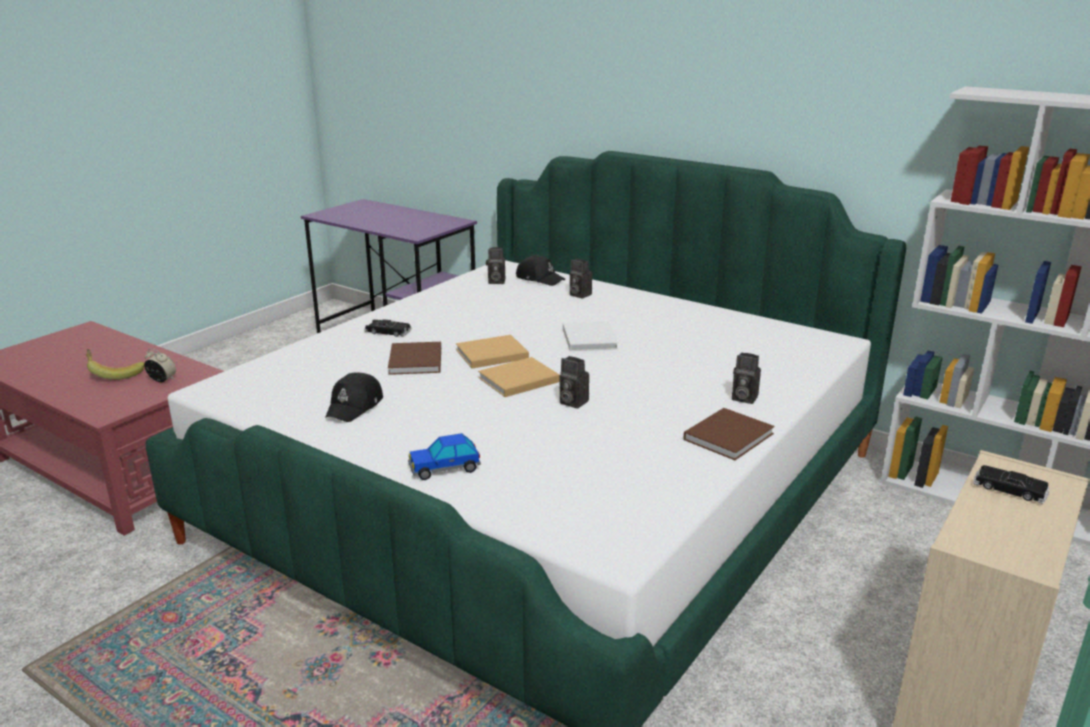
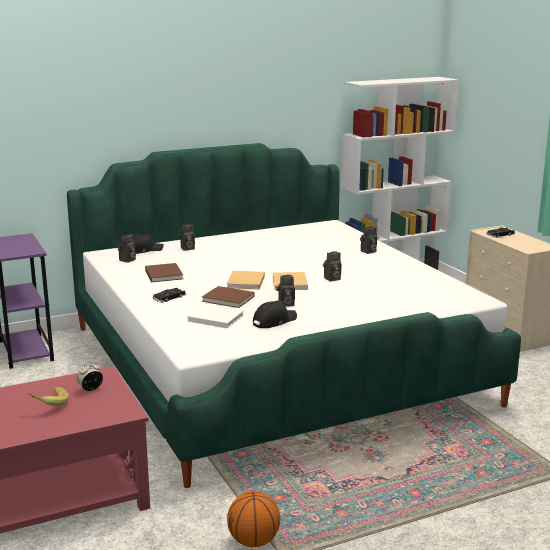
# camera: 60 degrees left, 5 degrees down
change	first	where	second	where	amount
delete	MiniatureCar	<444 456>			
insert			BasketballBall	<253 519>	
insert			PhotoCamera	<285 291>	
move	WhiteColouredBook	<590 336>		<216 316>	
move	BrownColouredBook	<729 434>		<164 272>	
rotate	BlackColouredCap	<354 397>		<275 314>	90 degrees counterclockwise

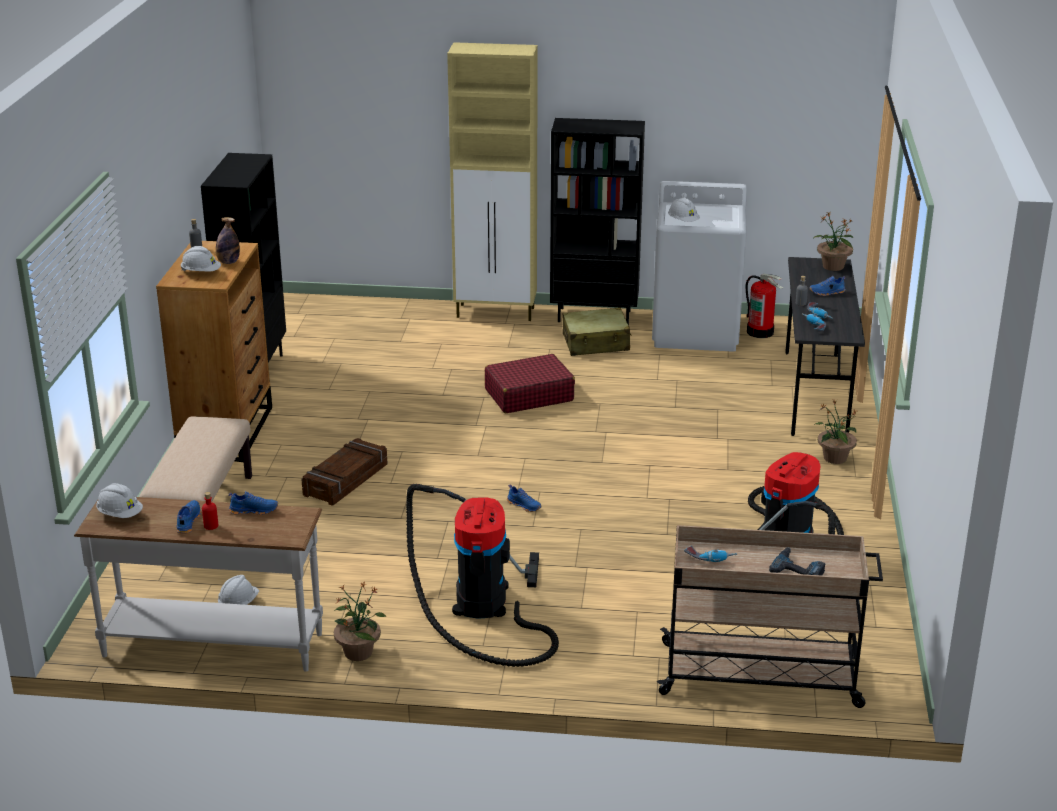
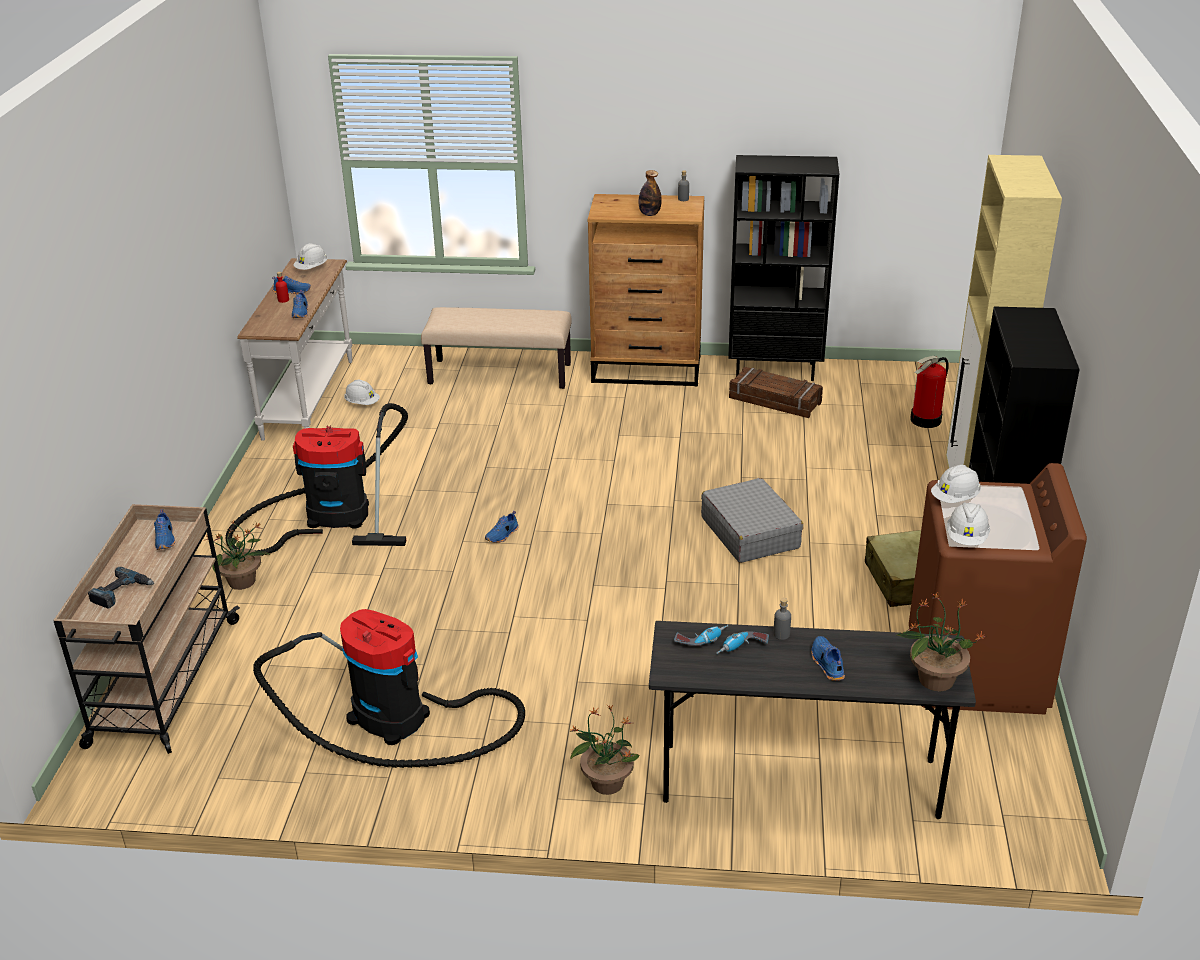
# camera: 90 degrees right, 5 degrees up
change	first	where	second	where	amount
move	WhiteColouredSafetyHelmet	<201 259>		<968 524>	
move	ShippingCrate	<344 472>		<776 392>	
move	Houseplant	<360 621>		<237 555>	
move	Extinguisher	<764 306>		<929 392>	
replace	PowerDrill	<710 554>	BlueItemOfFootwear	<165 529>	
recolor	ReddishSuitcase	<530 383>	GreySuitcase	<752 520>	
recolor	WhiteColouredLaundryMachine	<699 266>	BrownColouredLaundryMachine	<998 589>	

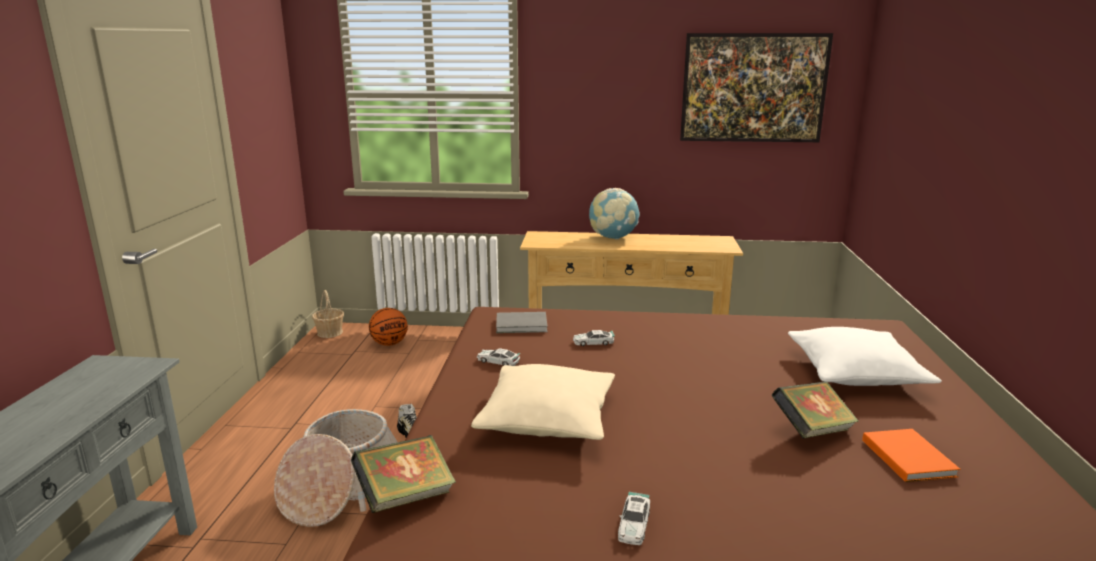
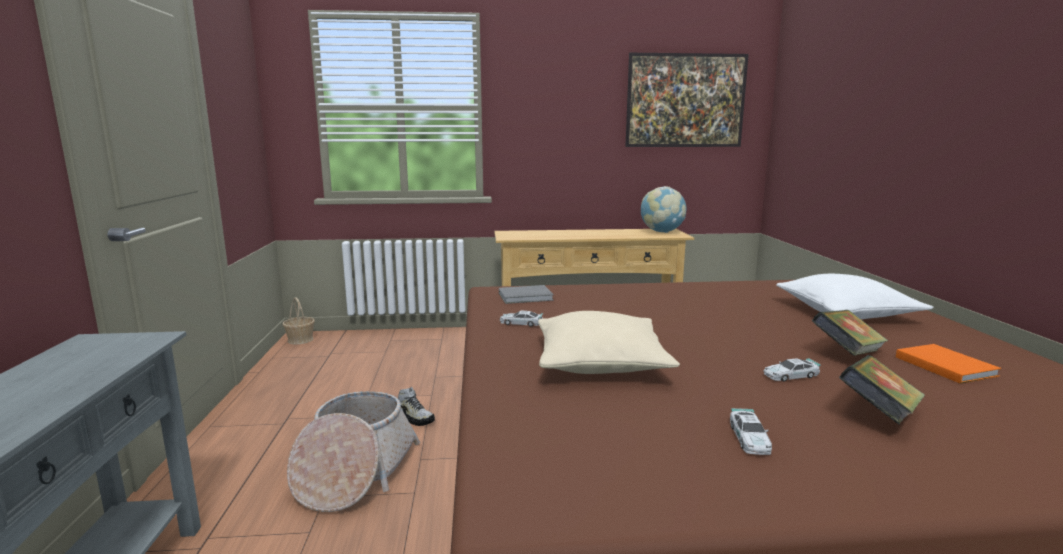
# camera: 10 degrees left, 5 degrees down
change	first	where	second	where	amount
delete	BasketballBall	<388 327>			
move	Book	<403 474>		<882 390>	
move	MiniatureCar	<594 338>		<792 370>	
move	WorldGlobe	<614 213>		<664 209>	

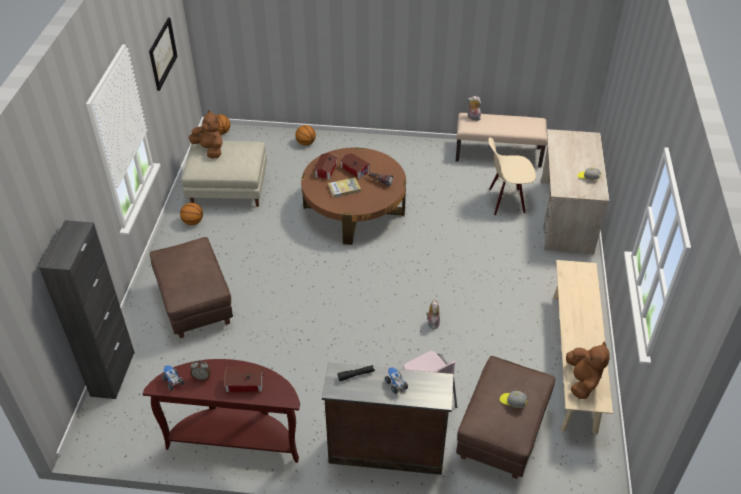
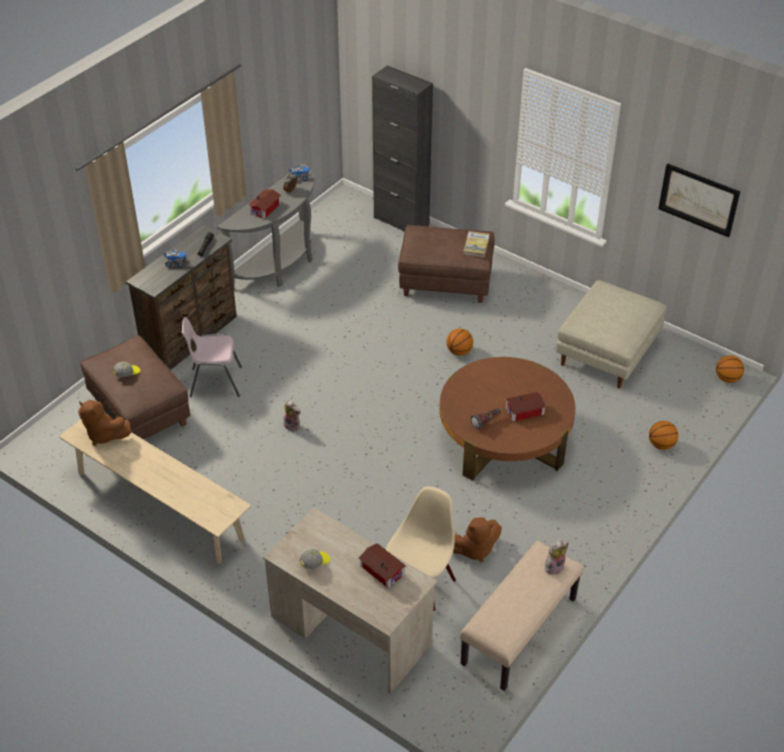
# camera: 120 degrees right, 0 degrees up
change	first	where	second	where	amount
move	BasketballBall	<191 214>		<459 342>	
move	BrownColouredSoftToy	<205 134>		<477 539>	
move	ToyHouse	<325 166>		<382 565>	
move	Book	<344 187>		<476 244>	
recolor	BrownColouredNarrowTable	<221 411>	GreyNarrowTable	<265 225>	

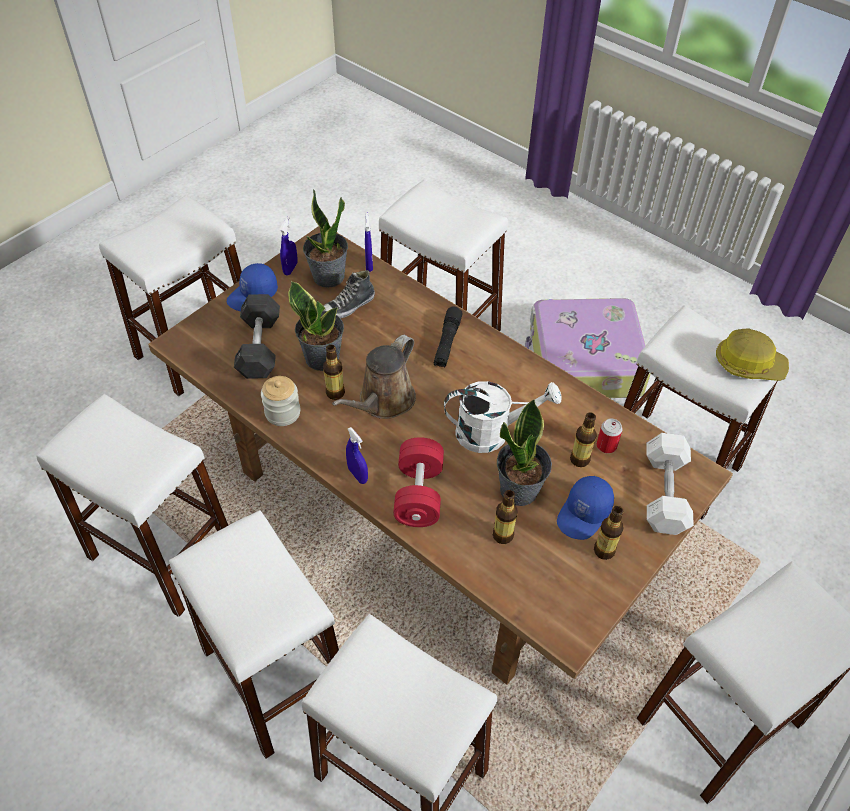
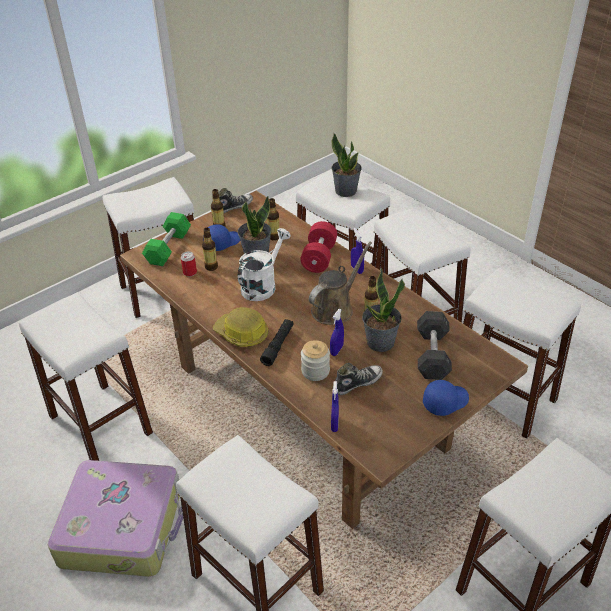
# camera: 170 degrees left, 10 degrees down
change	first	where	second	where	amount
insert			ItemOfFootwear	<235 200>	
move	PreserveJar	<280 401>		<315 360>	
move	BlueSprayer	<289 246>		<337 332>	
move	Houseplant	<325 238>		<347 165>	
move	SafetyHelmet	<752 354>		<240 327>	
recolor	WhiteColouredDumbbell	<670 484>	GreenColouredDumbbell	<166 239>	
rotate	WhiteColouredWateringPot	<503 417>		<264 264>	120 degrees clockwise

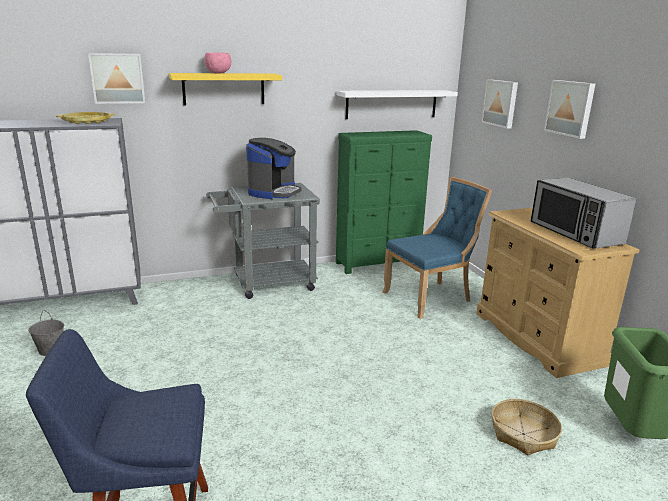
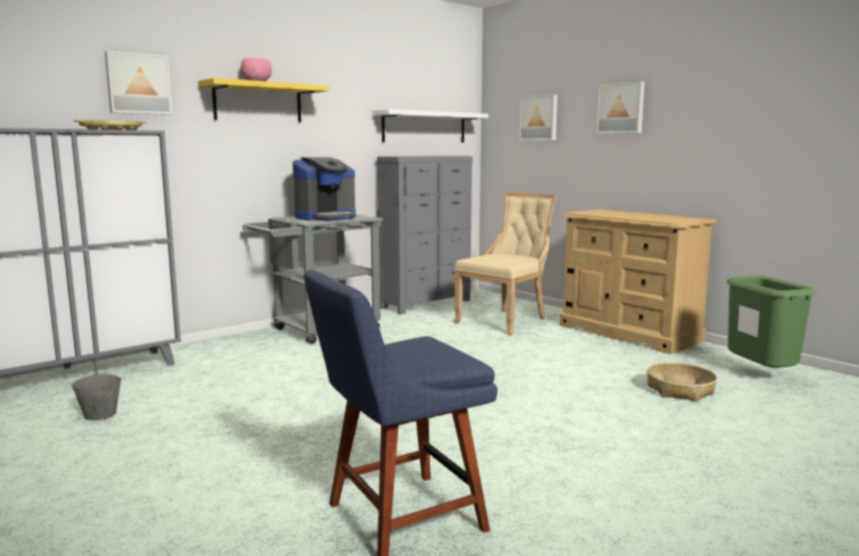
# camera: 20 degrees left, 10 degrees down
change	first	where	second	where	amount
delete	MicrowaveOven	<583 213>			
recolor	GreenColouredDresser	<384 202>	GreyDresser	<425 235>	
recolor	BlueUprightChair	<437 248>	BeigeColouredUprightChair	<504 264>	
rotate	CoffeeMachine	<274 168>		<324 189>	45 degrees clockwise

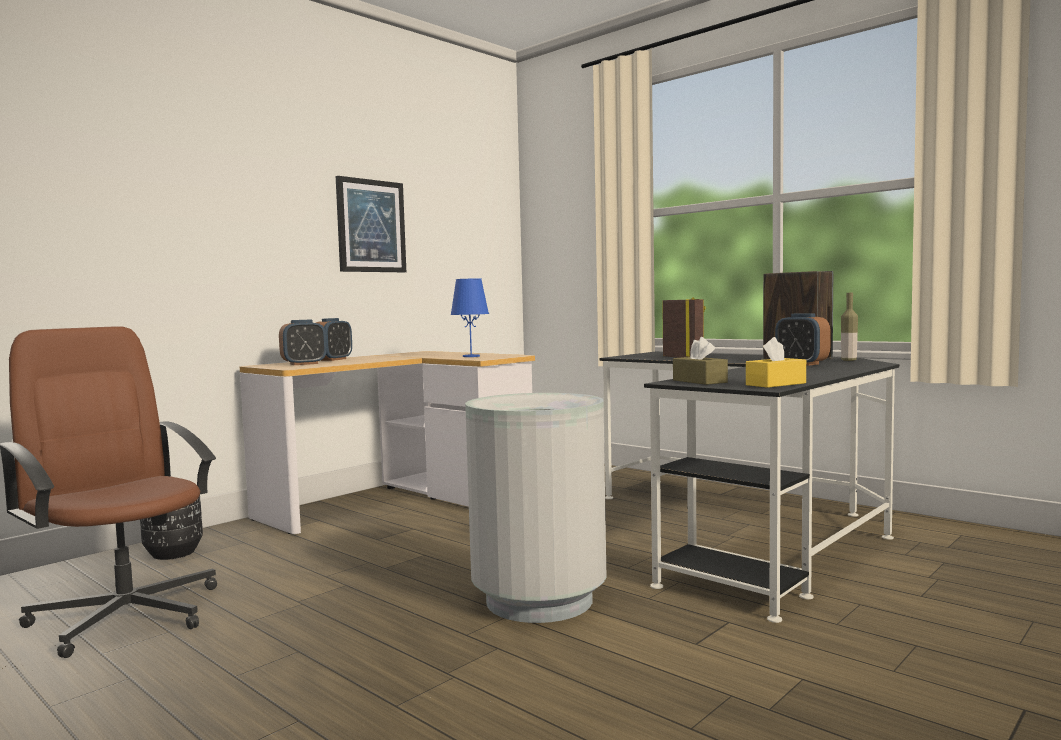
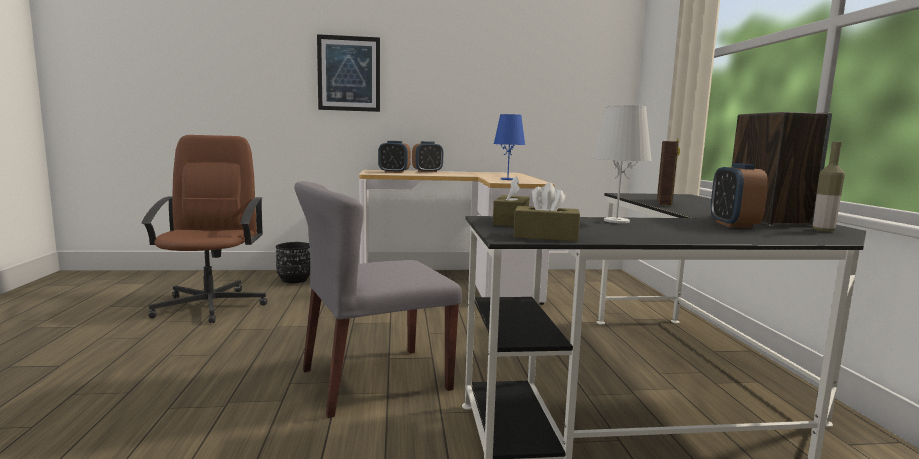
# camera: 40 degrees right, 5 degrees up
change	first	where	second	where	amount
insert			WhiteColouredTabletopLamp	<622 164>	
move	Picture	<371 224>		<348 73>	
replace	GreyRubbishBin	<535 508>	GreyUprightChair	<378 299>	
recolor	YellowBoxOfTissues	<776 362>	BrownColouredBoxOfTissues	<546 212>	

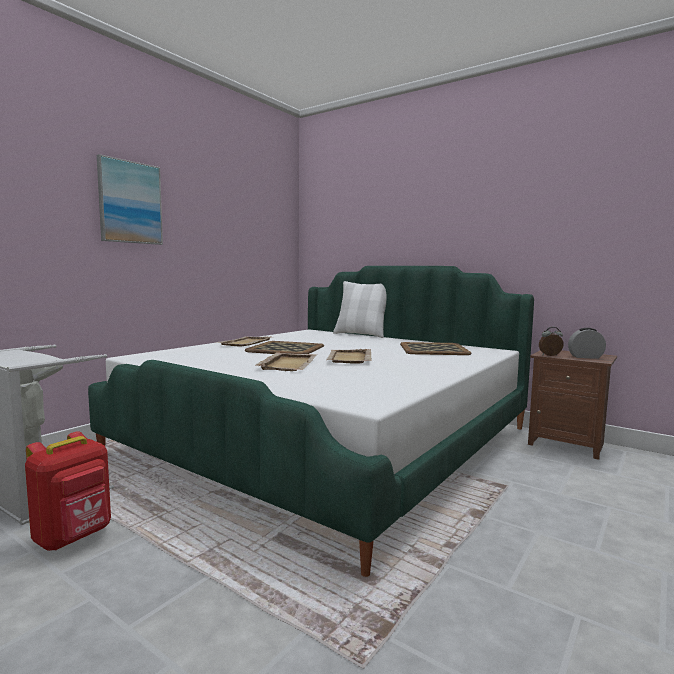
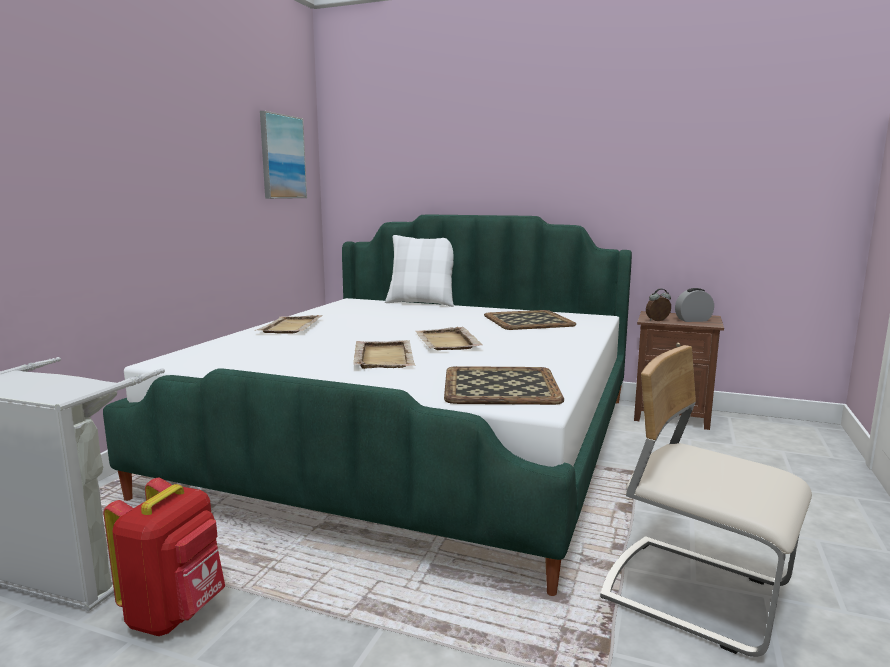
# camera: 15 degrees left, 5 degrees up
change	first	where	second	where	amount
insert			BeigeColouredUprightChair	<706 501>	
move	Picture	<130 199>		<283 155>	
move	Tray	<284 347>		<504 385>	

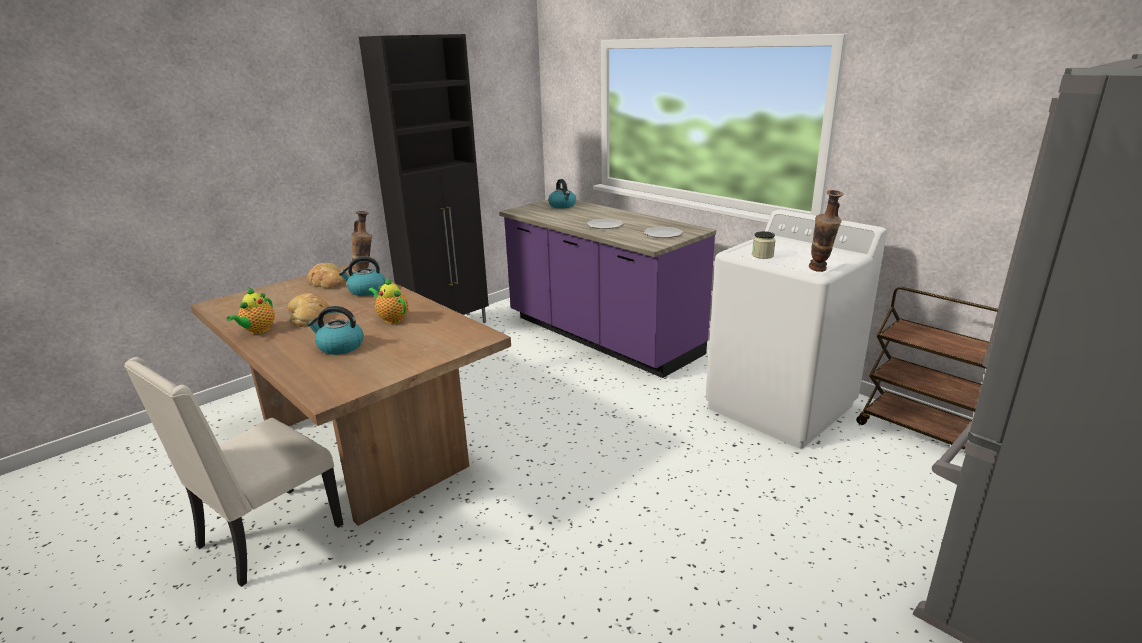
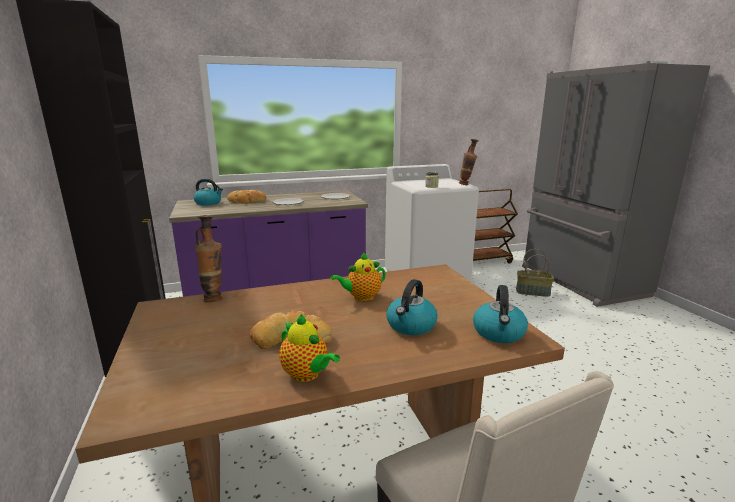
# camera: 65 degrees left, 5 degrees down
change	first	where	second	where	amount
insert			HouseholdBasket	<535 273>	
move	BakedBread	<326 276>		<247 197>	
move	WaterKettle	<362 276>		<500 314>	

